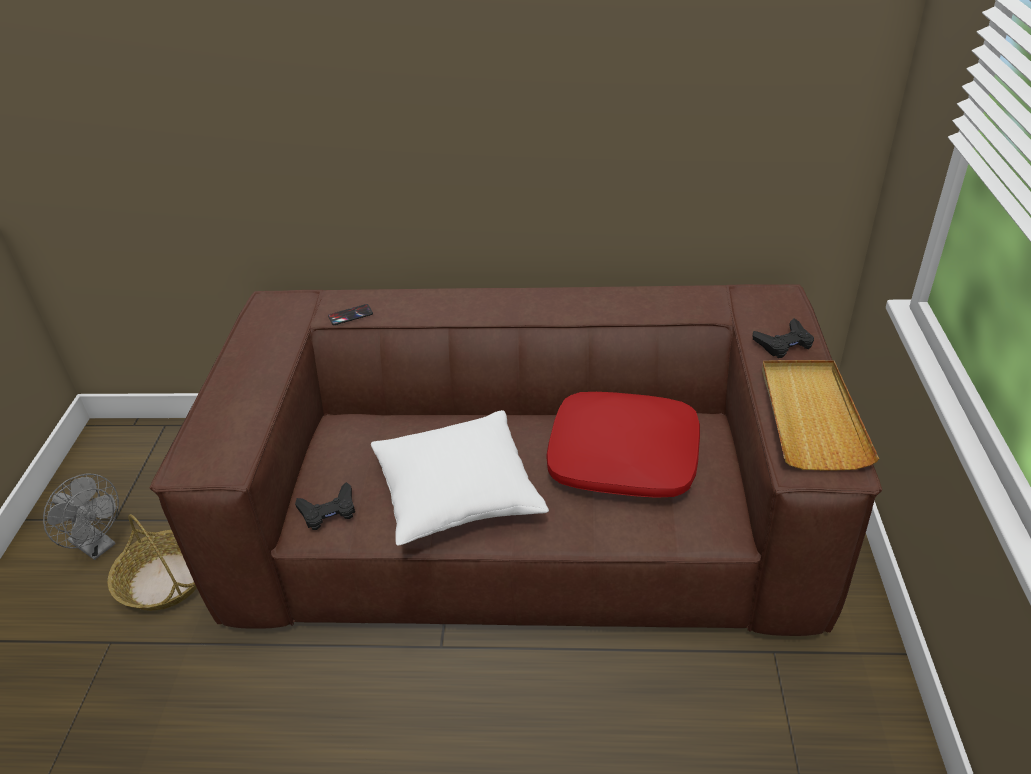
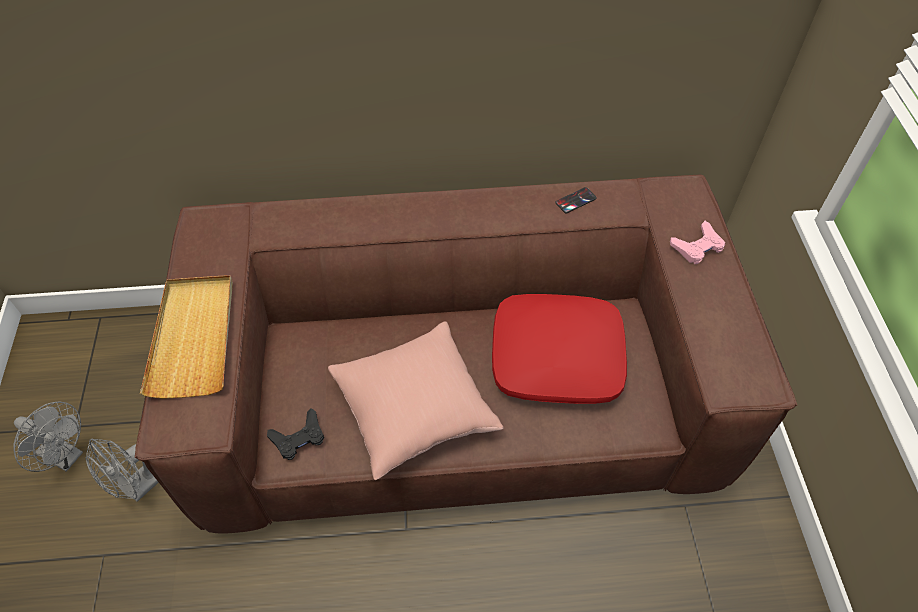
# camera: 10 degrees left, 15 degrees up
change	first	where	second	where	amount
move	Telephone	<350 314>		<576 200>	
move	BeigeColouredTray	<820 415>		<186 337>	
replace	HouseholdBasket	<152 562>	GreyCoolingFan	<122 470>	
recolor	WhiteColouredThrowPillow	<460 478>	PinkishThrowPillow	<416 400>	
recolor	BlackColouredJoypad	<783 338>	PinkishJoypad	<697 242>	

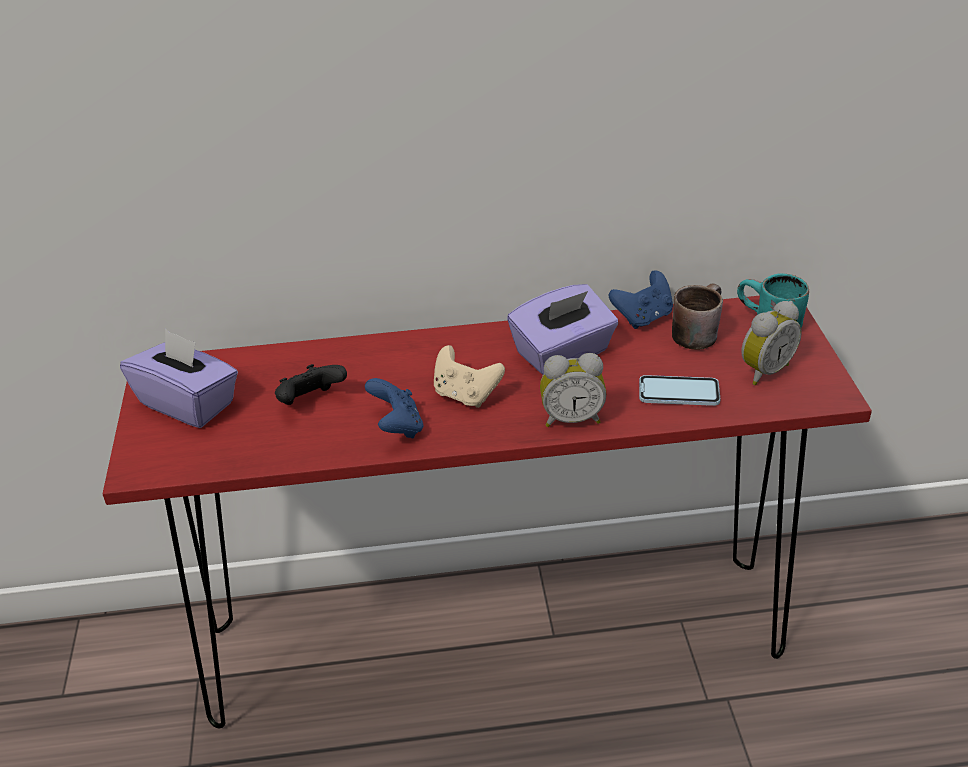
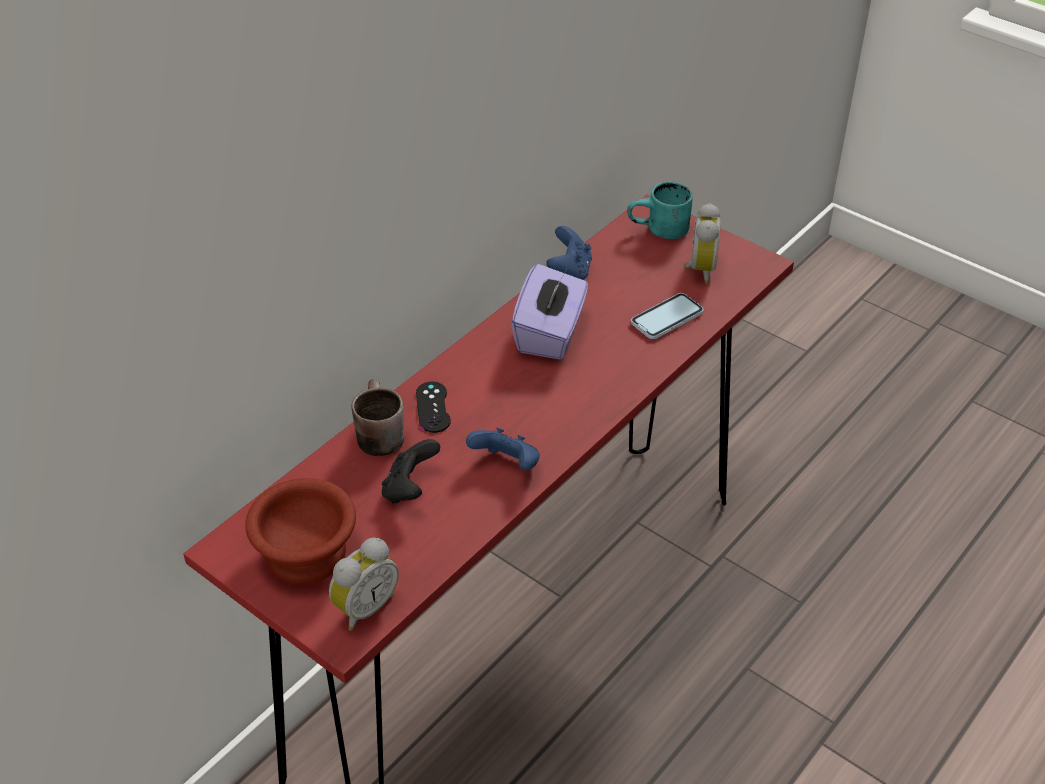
# camera: 45 degrees left, 5 degrees up
change	first	where	second	where	amount
delete	BeigeColouredJoypad	<469 376>			
insert			BlackColouredJoypad	<433 407>	
move	BedsideClock	<573 390>		<364 584>	
move	BrownColouredMug	<697 317>		<377 417>	
replace	PurpleBoxOfTissues	<179 378>	BrownColouredBowl	<300 531>	

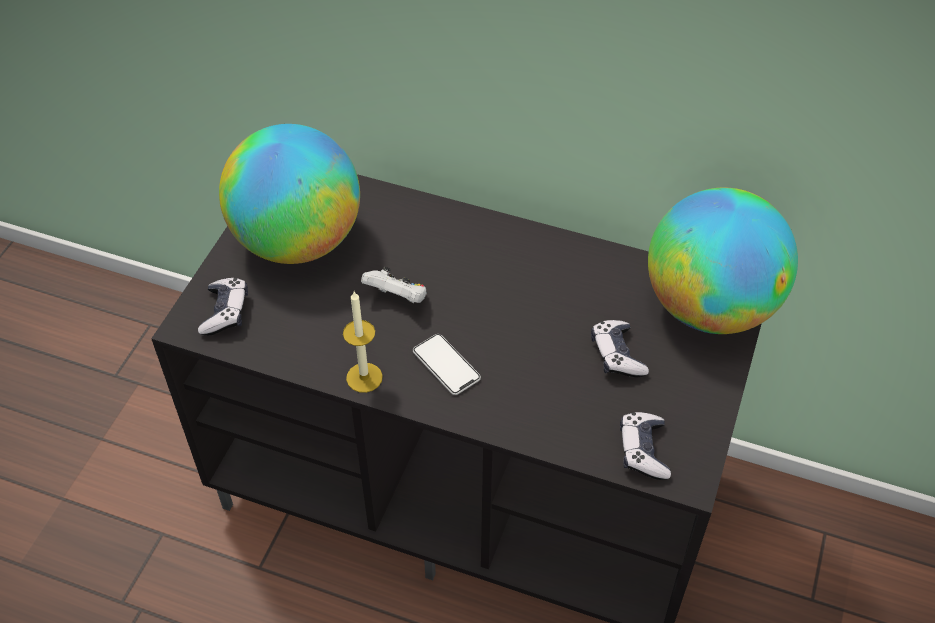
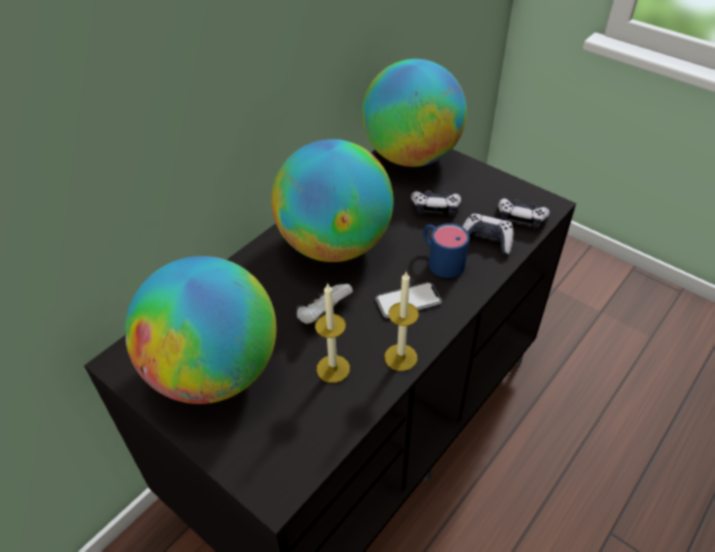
# camera: 70 degrees left, 5 degrees down
change	first	where	second	where	amount
insert			WorldGlobe	<332 200>	
insert			Candle	<332 332>	
insert			BlueMug	<446 250>	
move	Joypad	<223 307>		<488 234>	

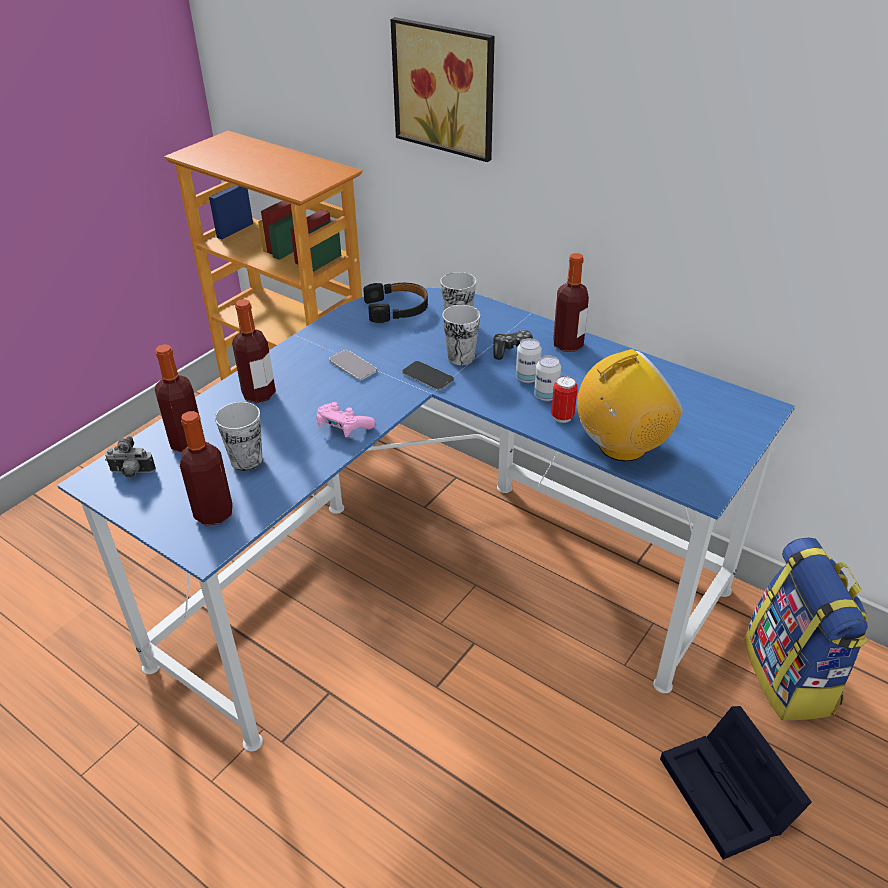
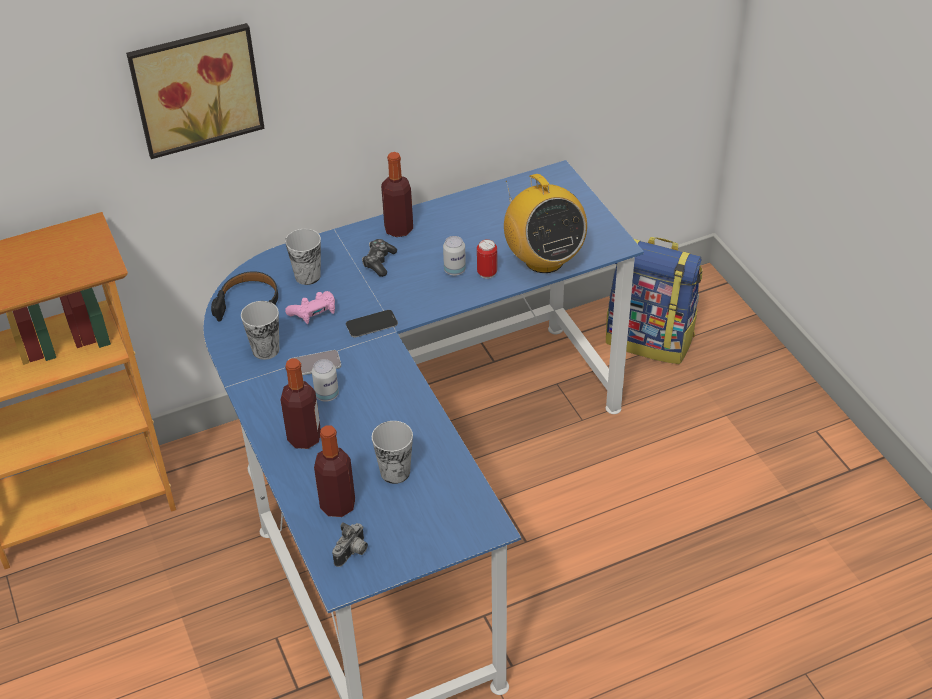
# camera: 60 degrees left, 5 degrees up
change	first	where	second	where	amount
delete	BeverageBottle	<206 468>			
delete	BlackColouredStorageBin	<736 783>			
move	PinkishJoypad	<345 419>		<310 307>	
move	SmallCup	<461 335>		<260 330>	
move	MetalCan	<529 360>		<325 380>	
rotate	RadioReceiver	<630 405>		<545 223>	150 degrees clockwise

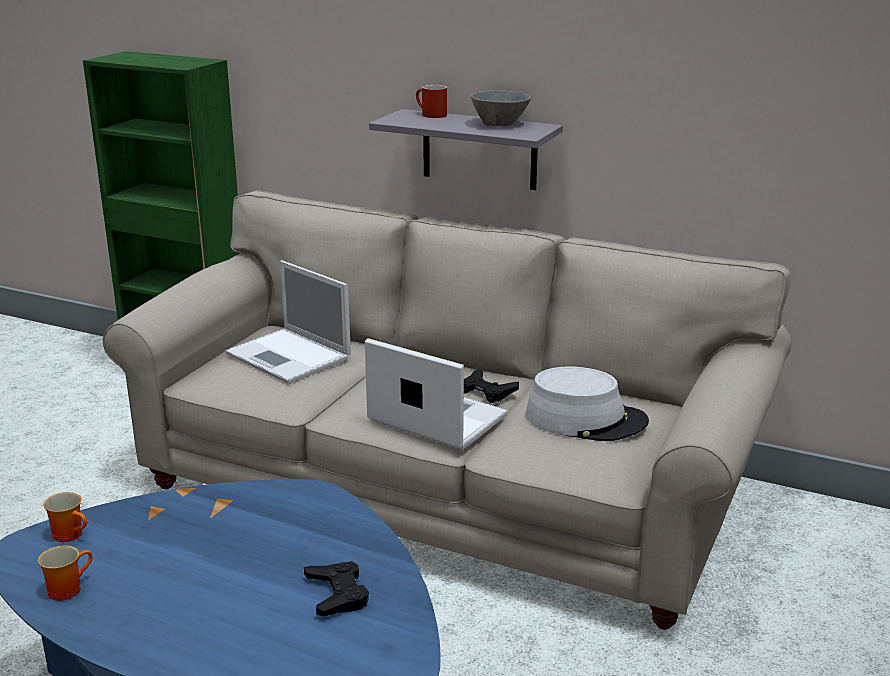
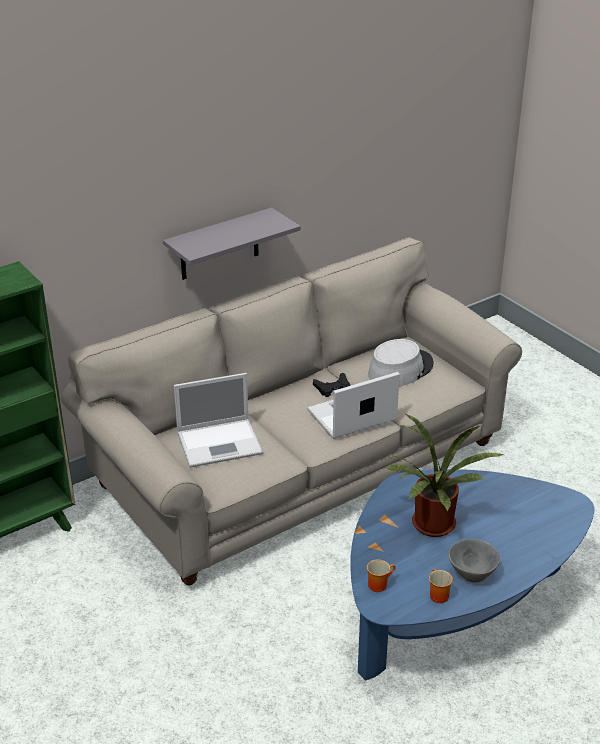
# camera: 60 degrees left, 10 degrees up
change	first	where	second	where	amount
delete	BlackColouredJoypad	<336 588>			
delete	ReddishMug	<431 101>			
insert			Houseplant	<445 475>	
move	GreyBowl	<501 108>		<474 561>	

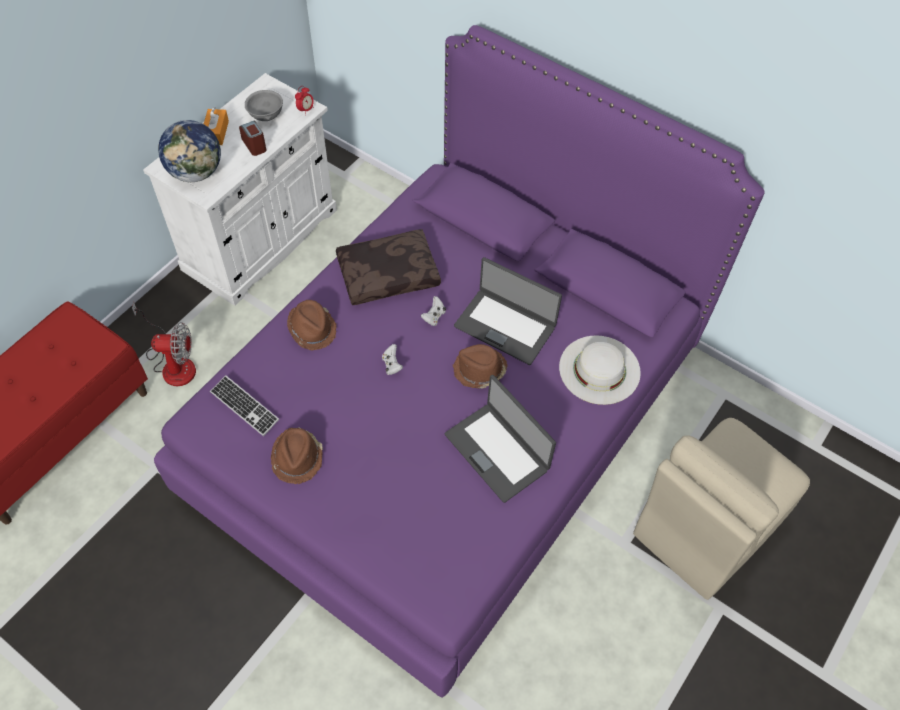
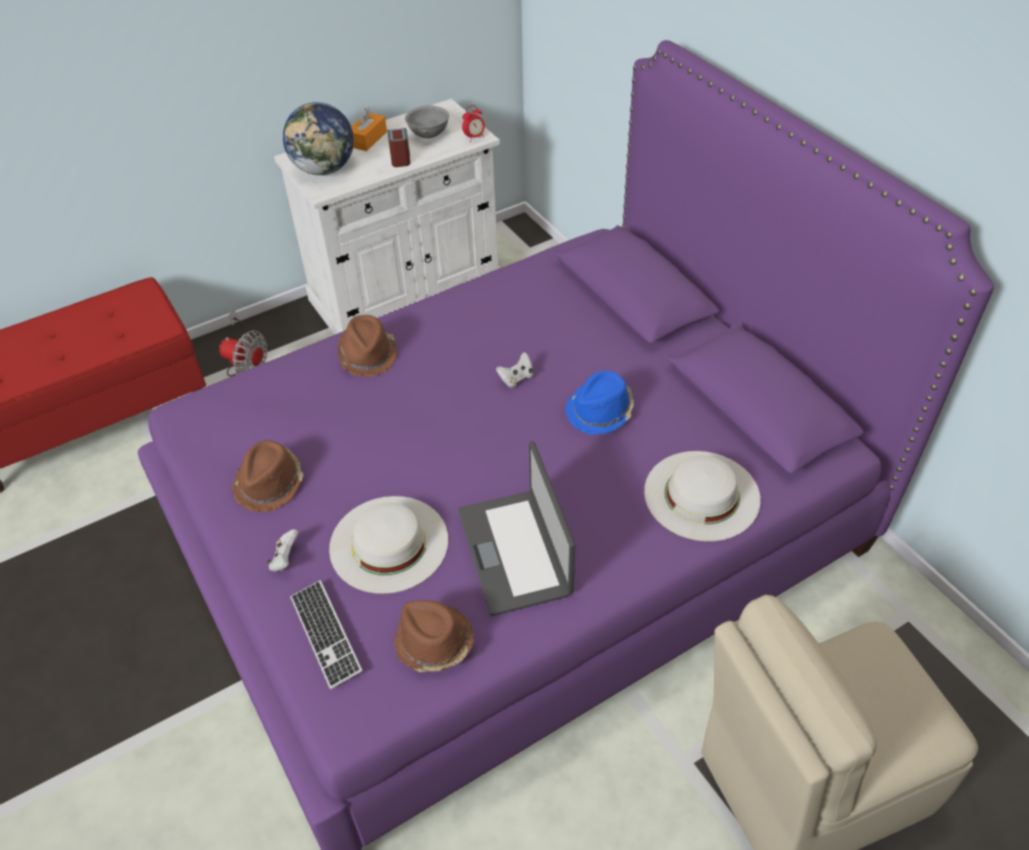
# camera: 25 degrees right, 10 degrees down
change	first	where	second	where	amount
delete	BrownColouredThrowPillow	<388 267>			
insert			WhiteColouredHat	<388 545>	
move	Keyboard	<244 405>		<326 634>	
move	WhiteColouredJoypad	<392 359>		<283 550>	
move	BrownColouredHat	<480 366>		<434 636>	
replace	PortableComputer	<508 311>	BlueHat	<599 403>	

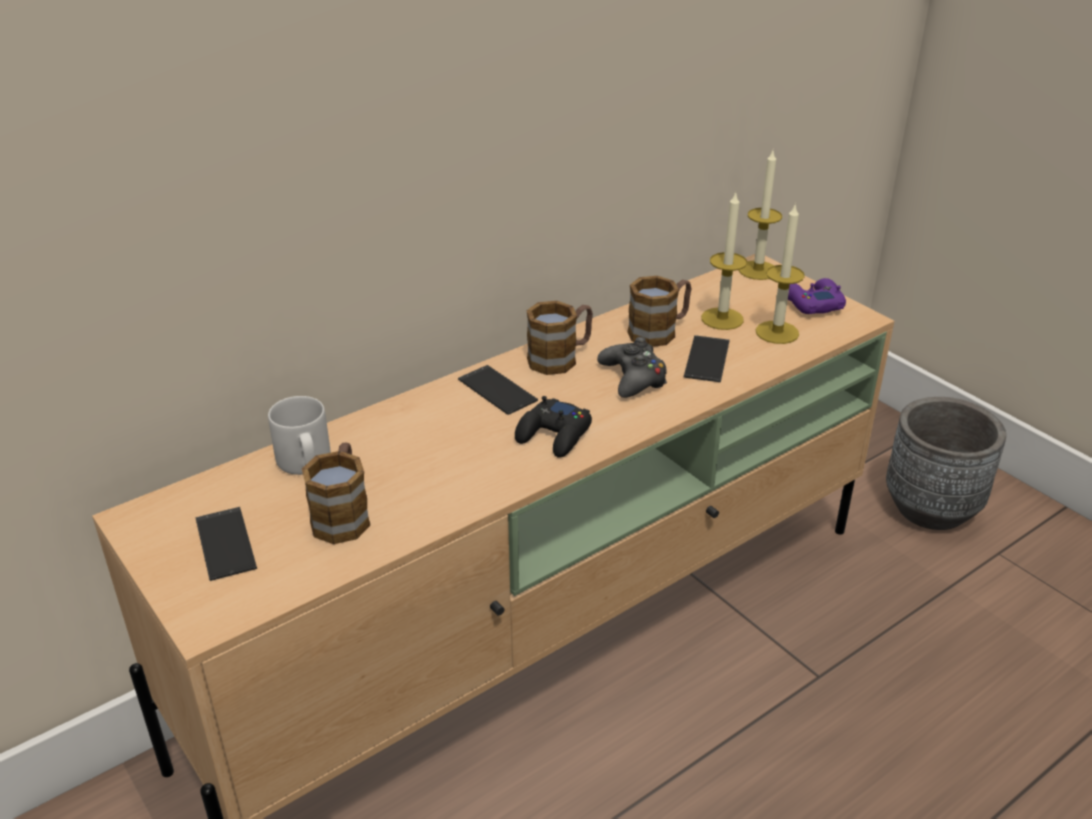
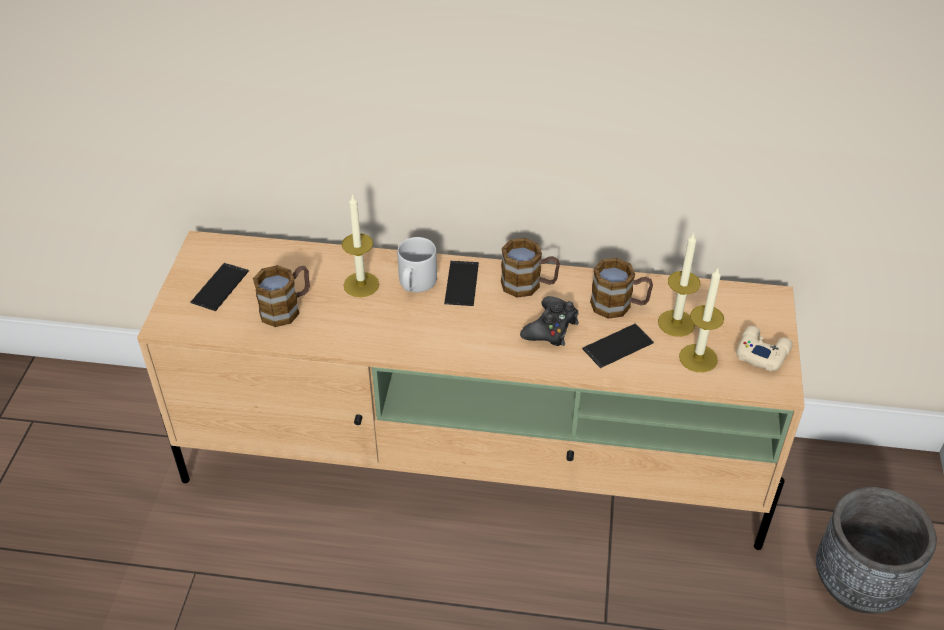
# camera: 45 degrees right, 10 degrees up
change	first	where	second	where	amount
delete	BlackColouredJoypad	<553 427>			
move	GreyMug	<299 435>		<417 264>	
move	Candle	<760 215>		<360 245>	
recolor	PurpleJoypad	<817 296>	BeigeColouredJoypad	<764 348>	

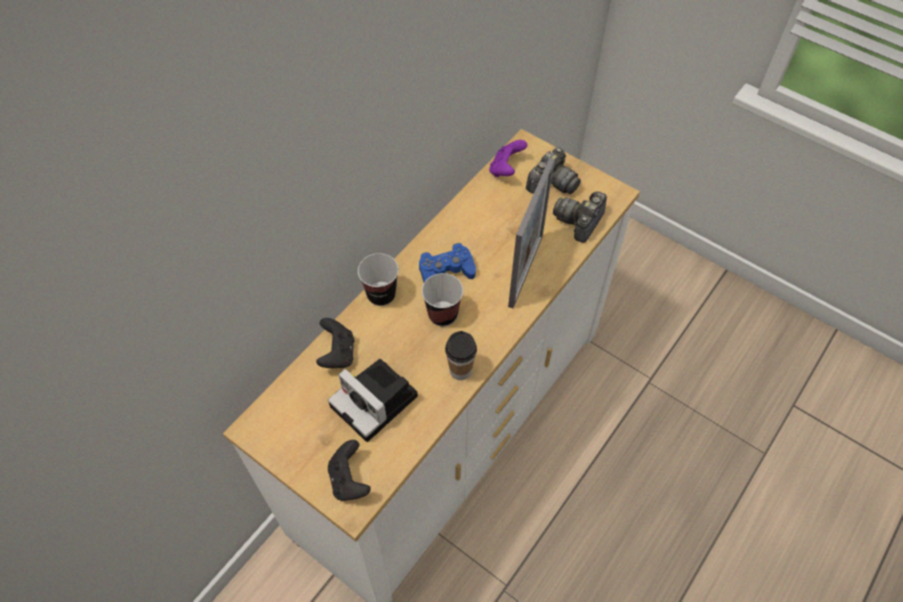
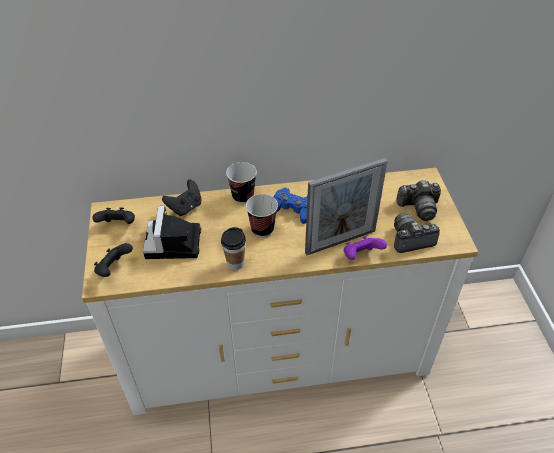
# camera: 45 degrees right, 10 degrees down
change	first	where	second	where	amount
insert			BlackColouredJoypad	<113 215>	
move	PurpleJoypad	<508 158>		<365 248>	

